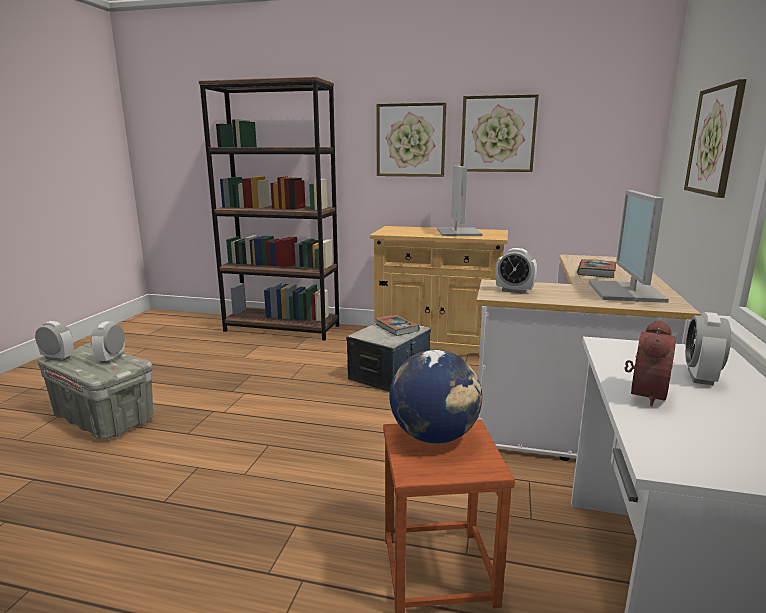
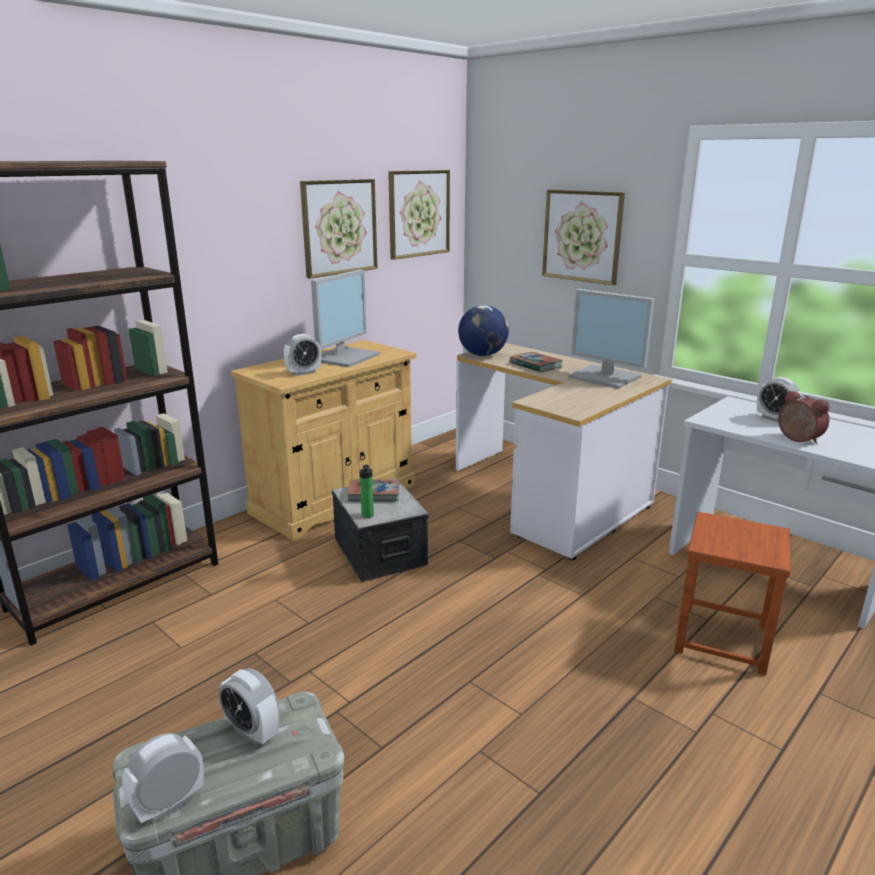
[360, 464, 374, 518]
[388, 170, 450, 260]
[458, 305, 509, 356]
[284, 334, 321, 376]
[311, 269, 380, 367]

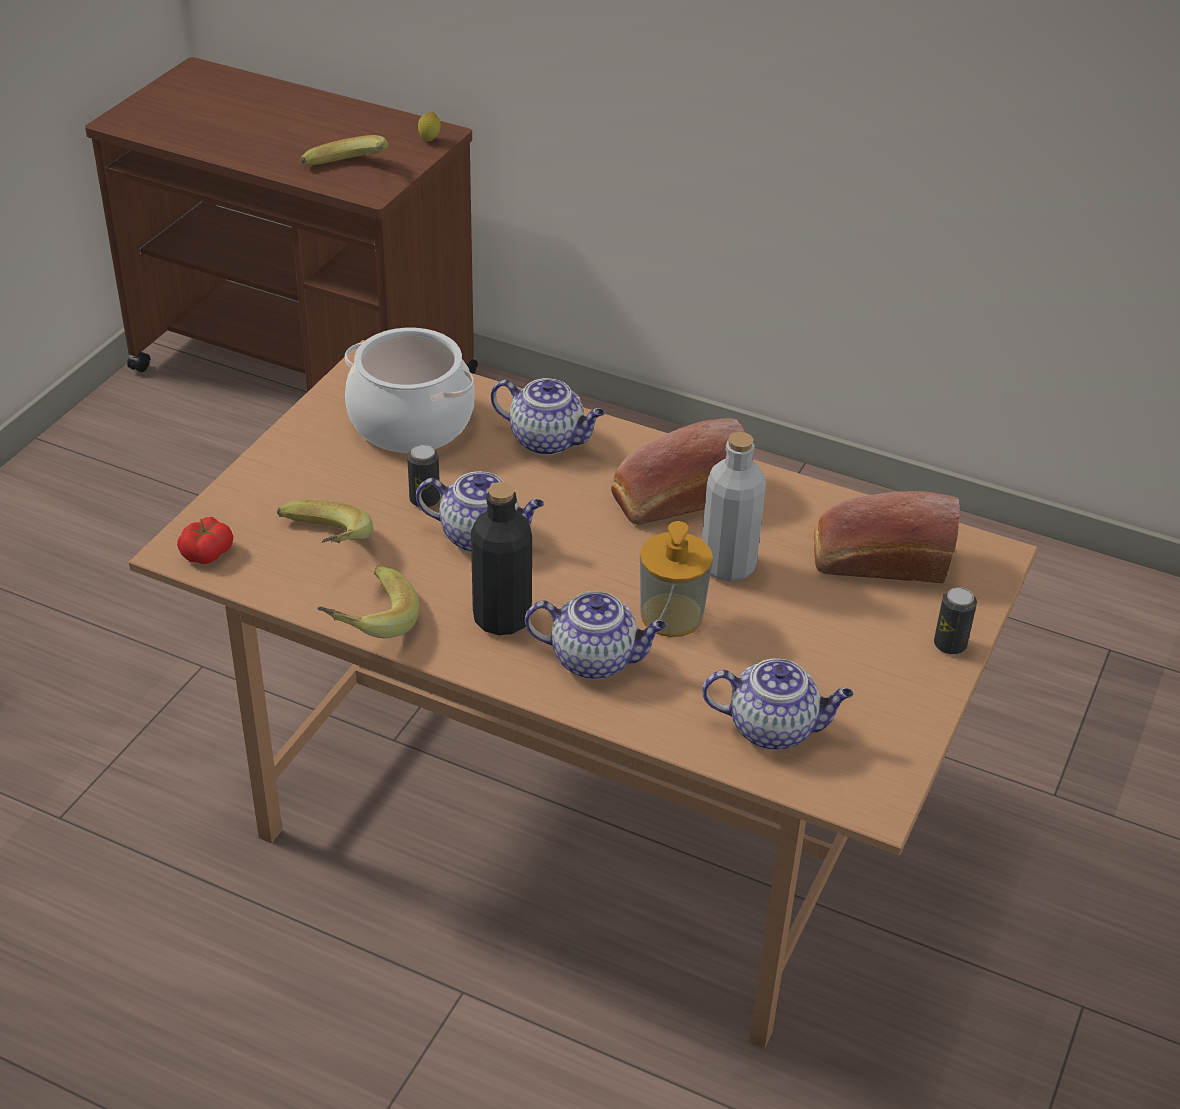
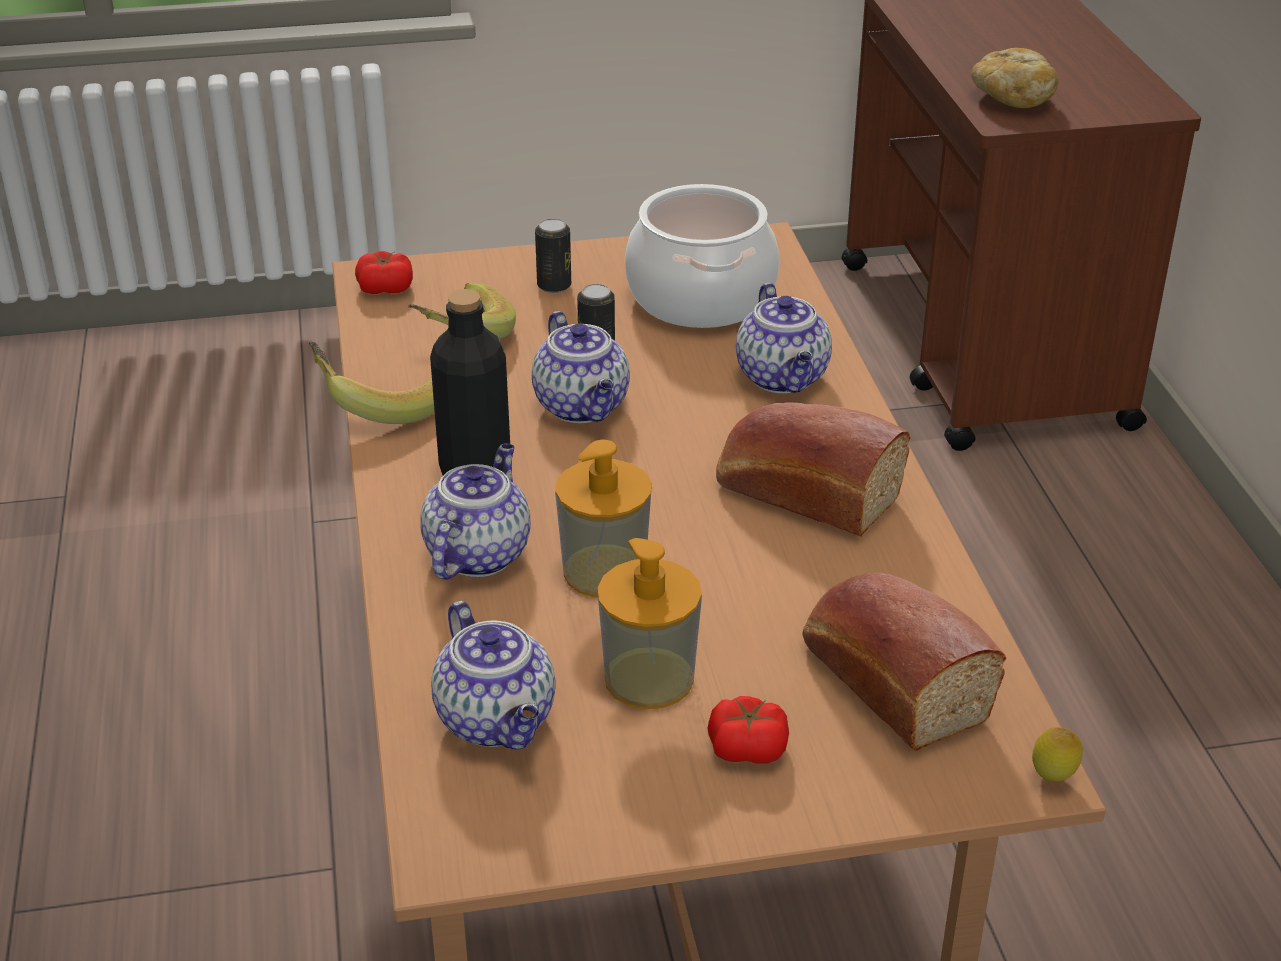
[702, 432, 766, 582] (first image)
[597, 538, 702, 709]
[707, 696, 789, 764]
[1032, 727, 1083, 782]
[535, 219, 571, 293]
[971, 48, 1059, 108]
[420, 443, 530, 579]

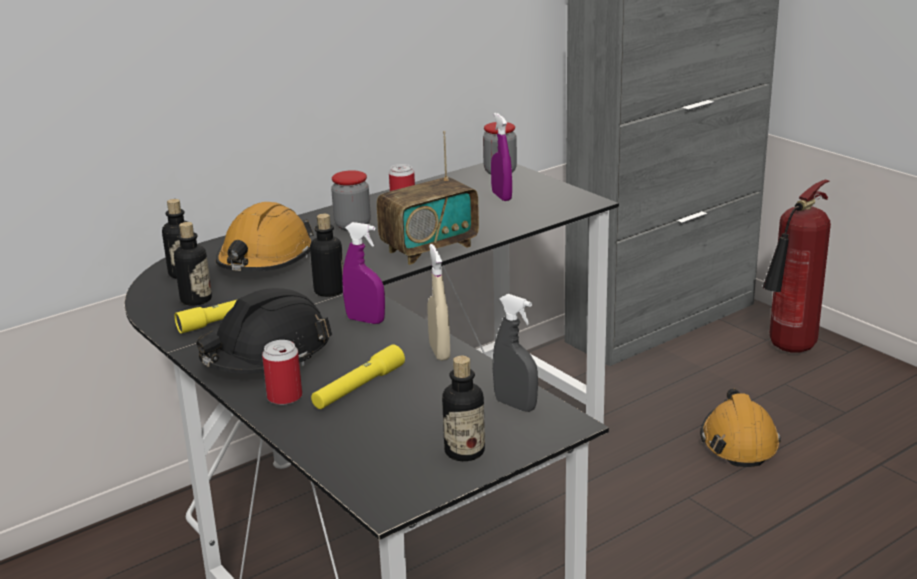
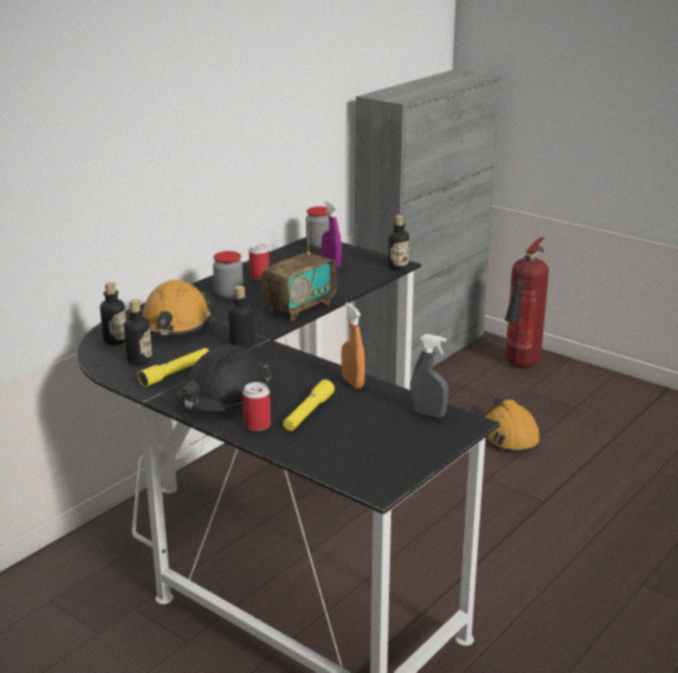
[342, 222, 385, 324] (first image)
[388, 215, 409, 270]
[341, 303, 365, 389]

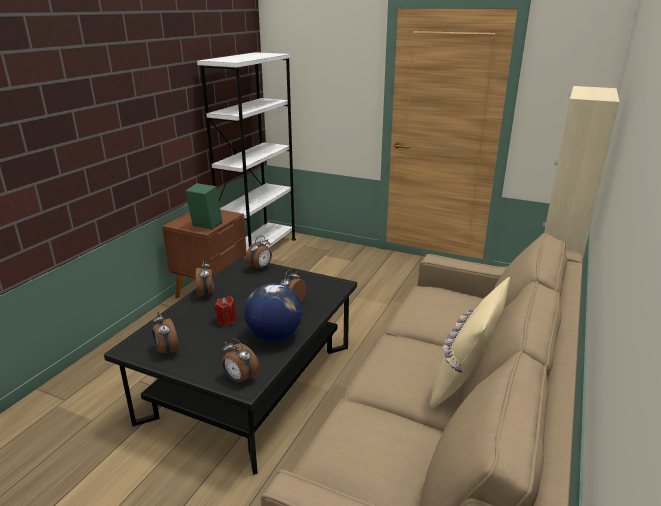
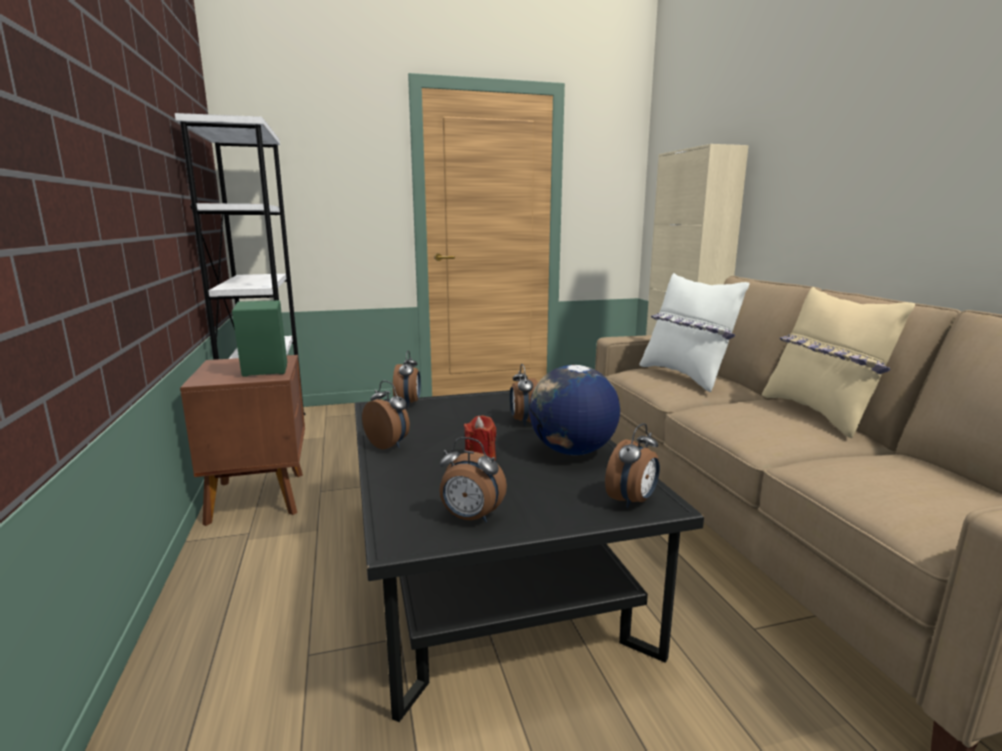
[639, 273, 750, 392]
[605, 423, 660, 508]

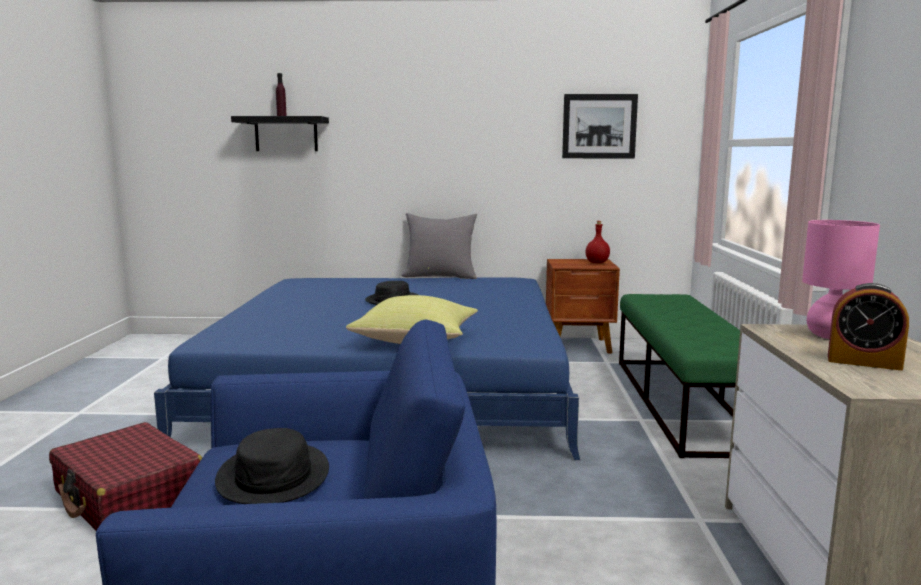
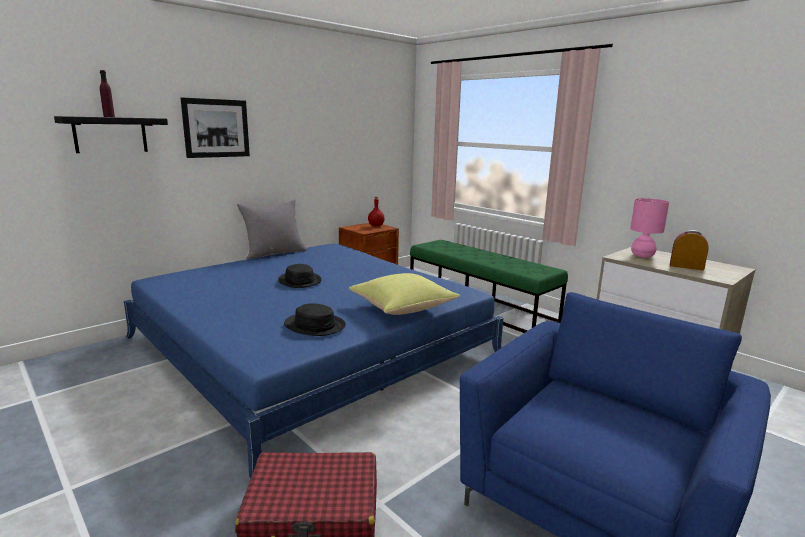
[284, 304, 346, 336]
[180, 97, 250, 158]
[670, 230, 709, 271]

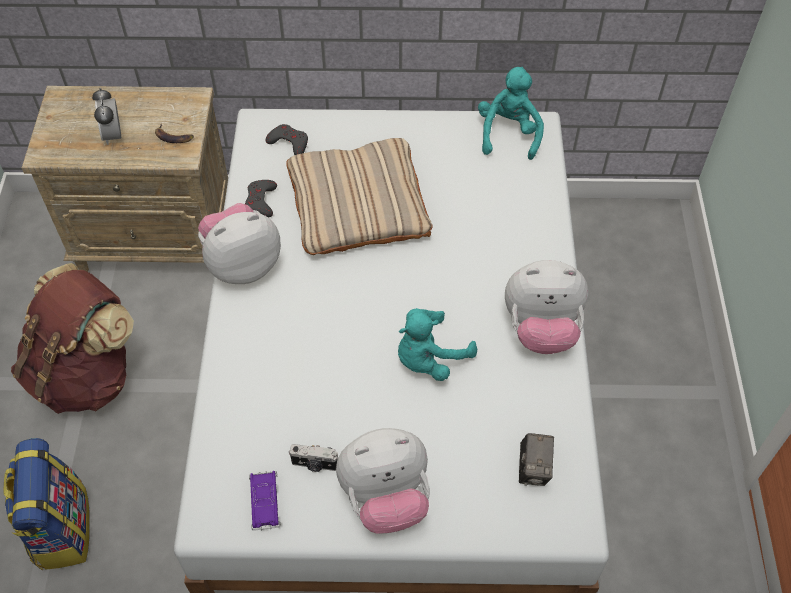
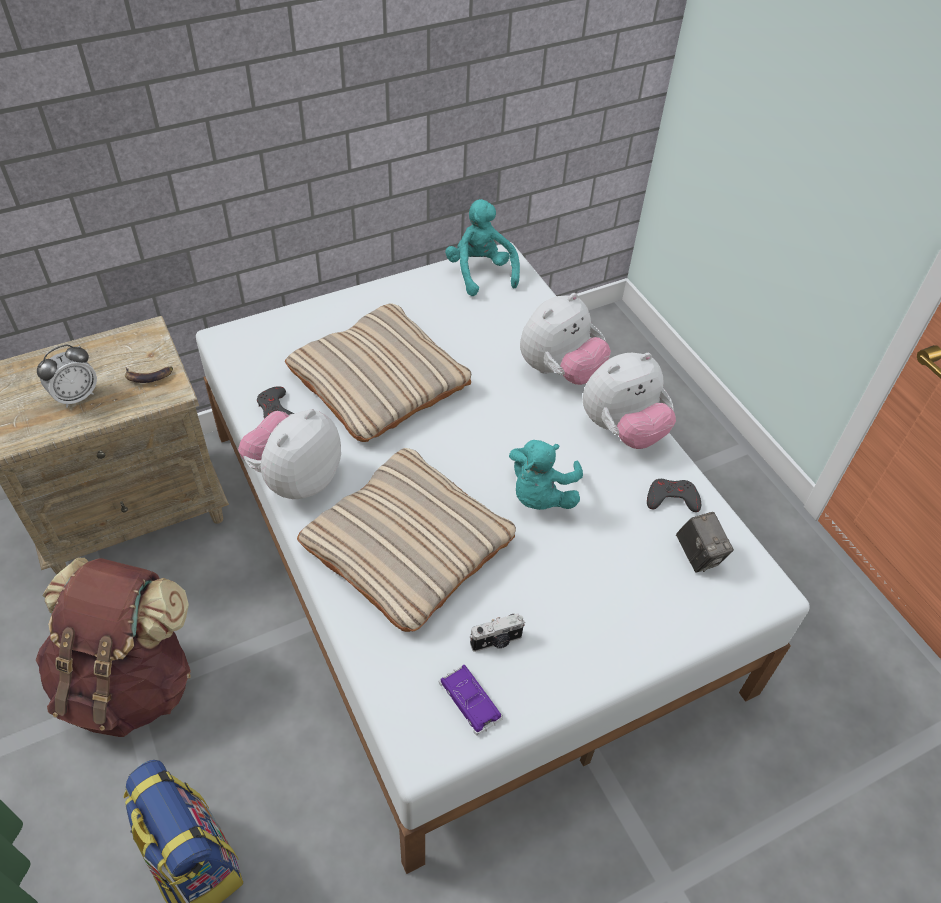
[297, 448, 516, 632]
[647, 479, 701, 512]
[520, 293, 611, 385]
[37, 344, 97, 408]

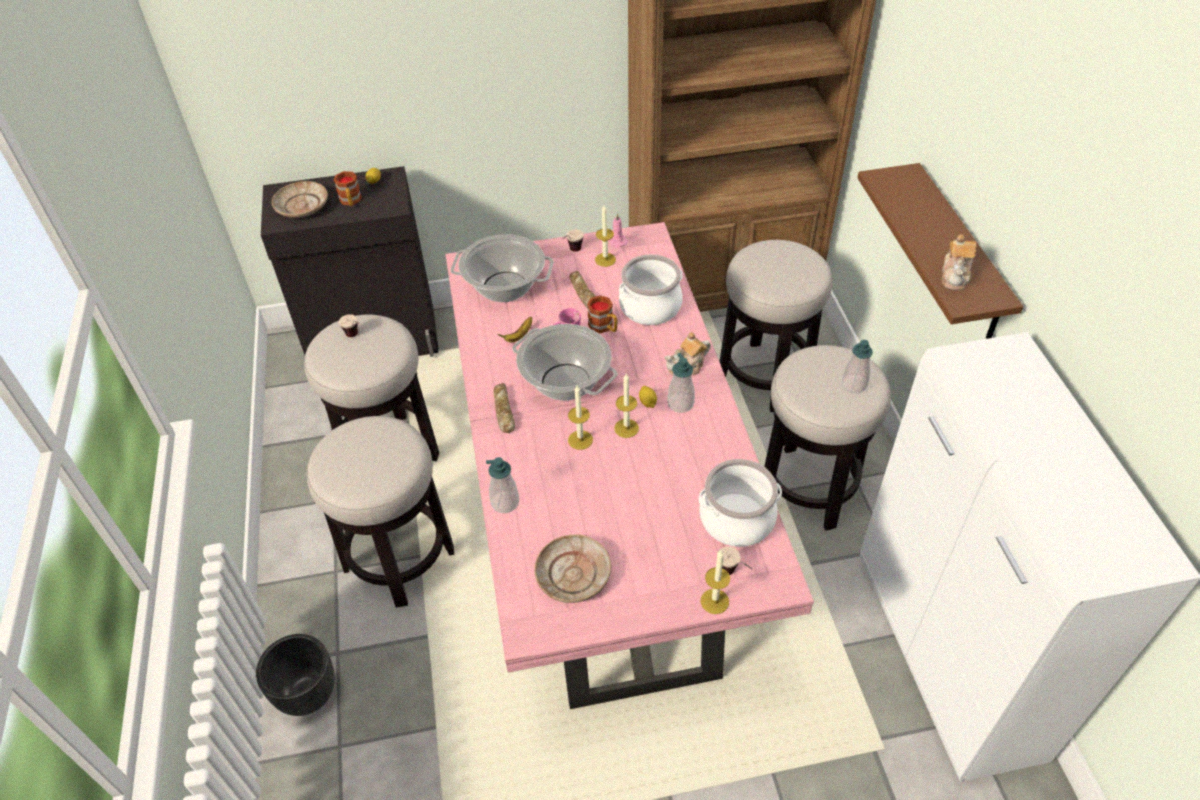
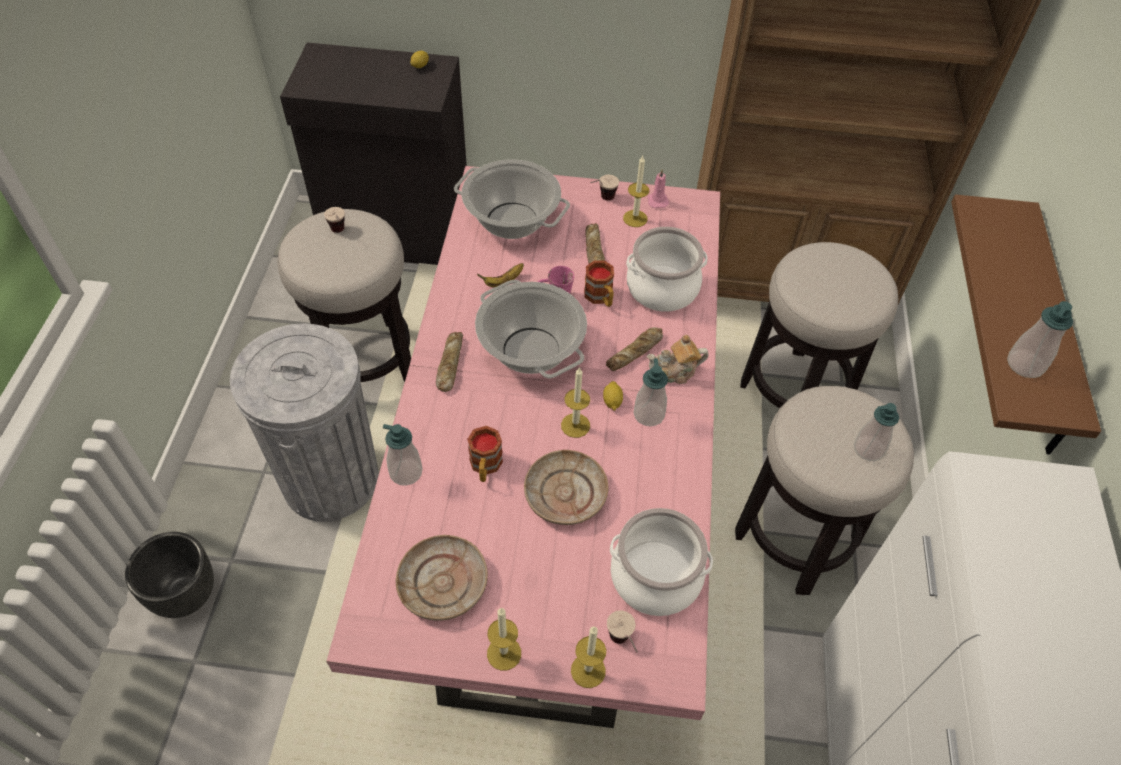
[606, 327, 663, 371]
[524, 450, 608, 525]
[467, 426, 503, 482]
[487, 608, 521, 671]
[230, 323, 379, 522]
[1007, 301, 1073, 378]

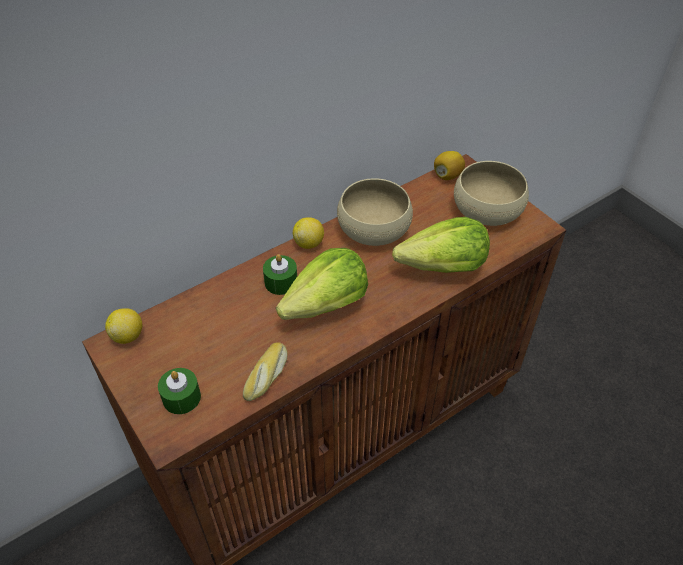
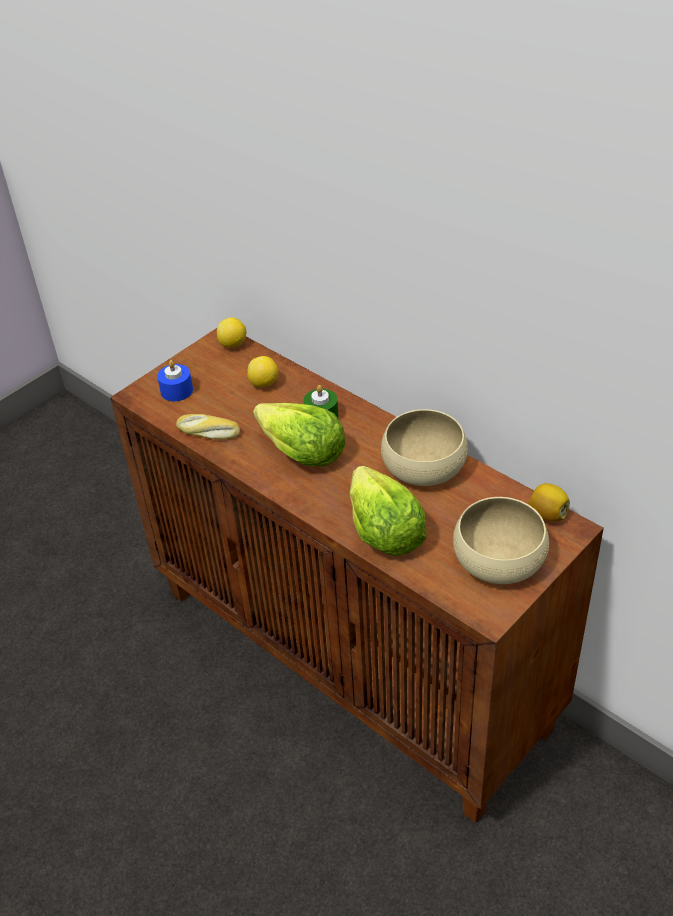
[247, 356, 279, 387]
[157, 360, 193, 401]

